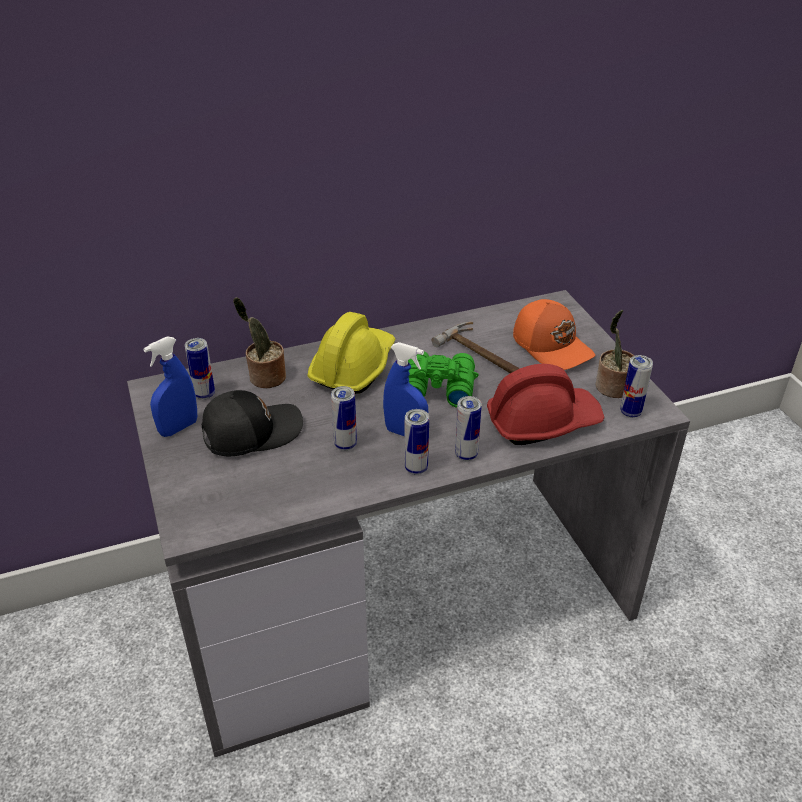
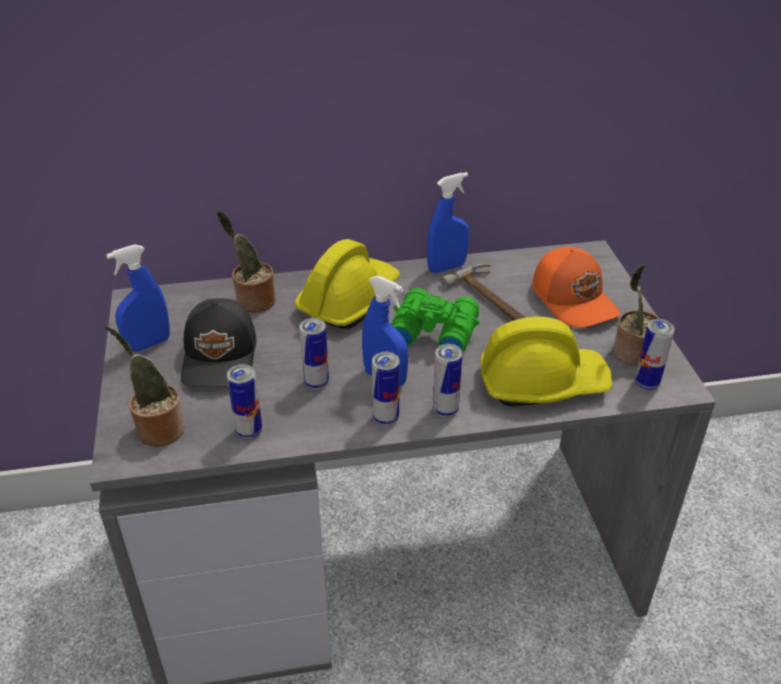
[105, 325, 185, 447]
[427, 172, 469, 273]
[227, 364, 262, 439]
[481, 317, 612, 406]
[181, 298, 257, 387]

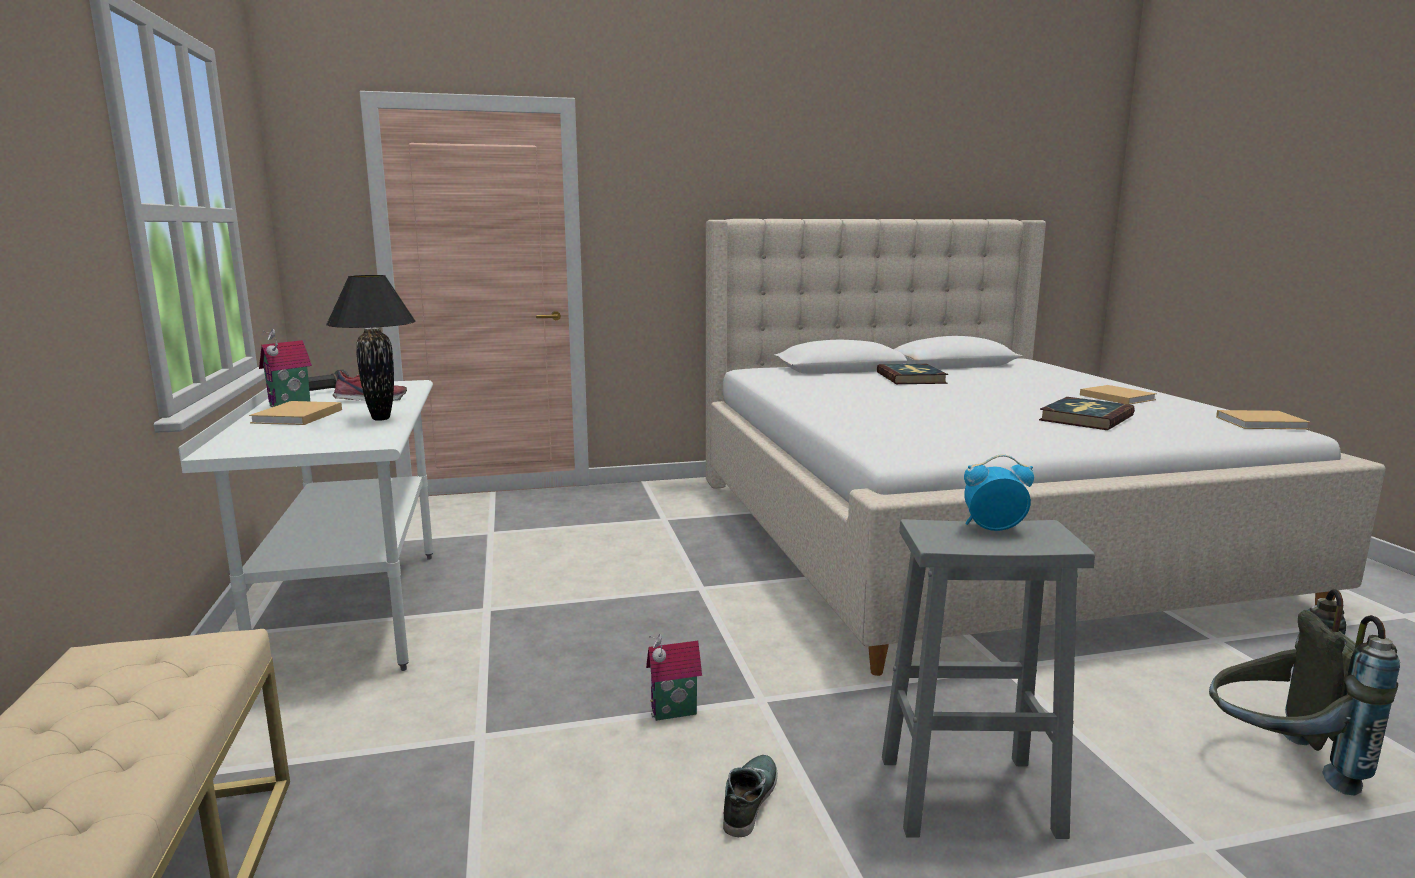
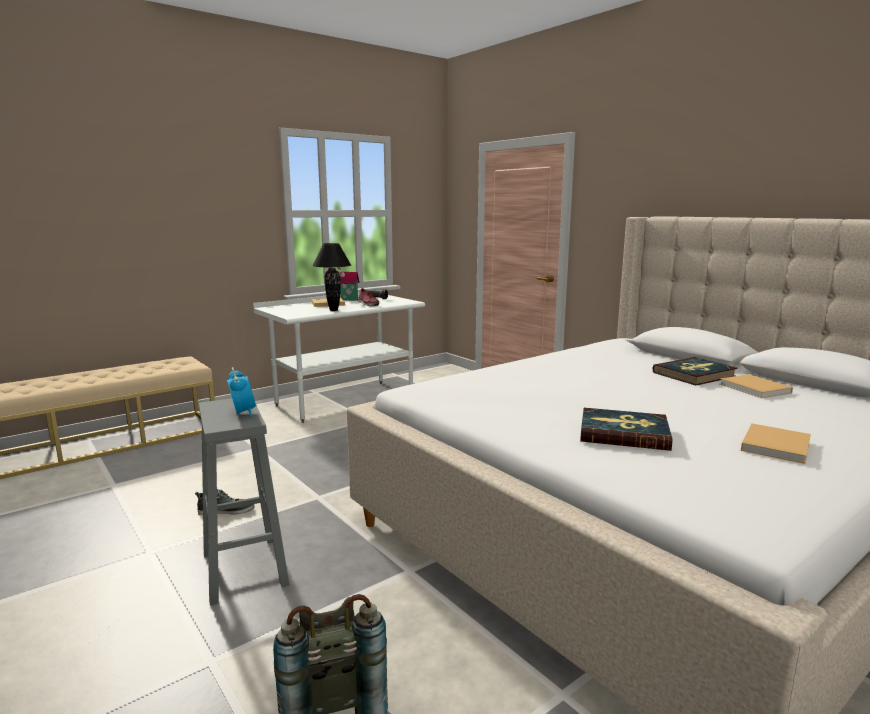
[646, 634, 702, 721] (first image)
[720, 374, 793, 398]

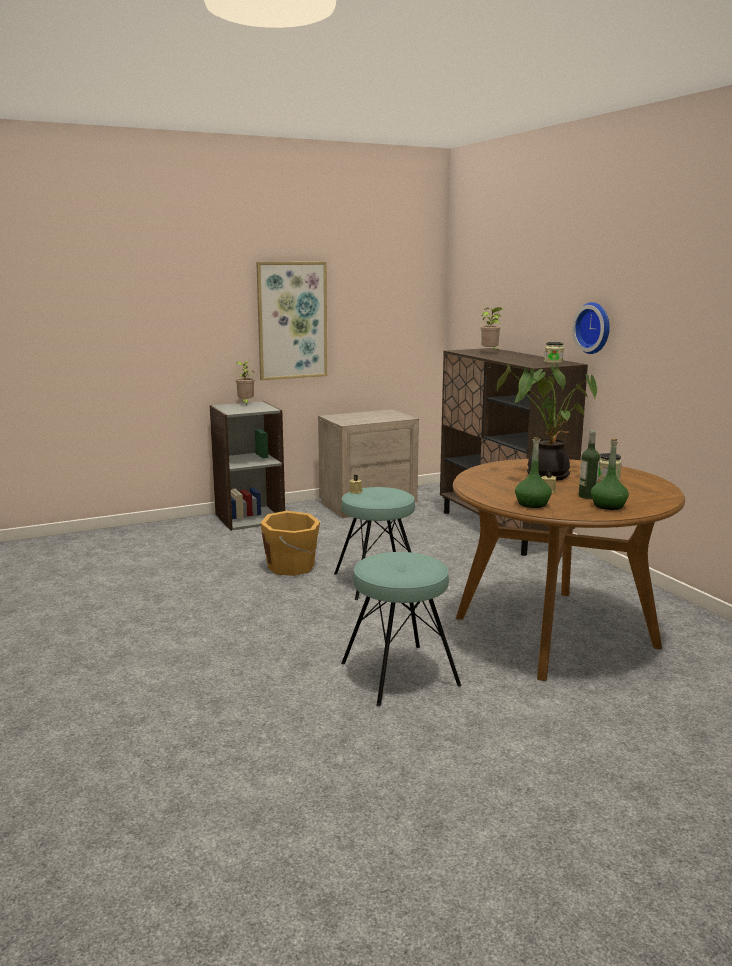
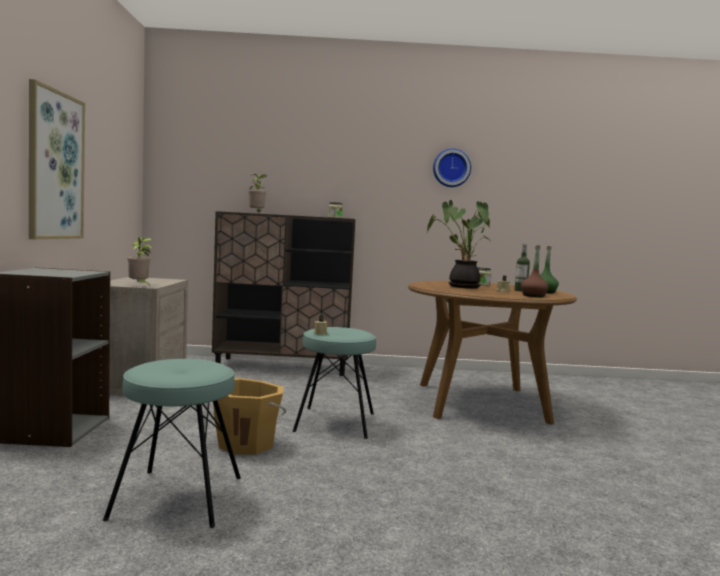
[128, 237, 152, 286]
[103, 359, 241, 528]
[433, 148, 471, 187]
[521, 245, 549, 297]

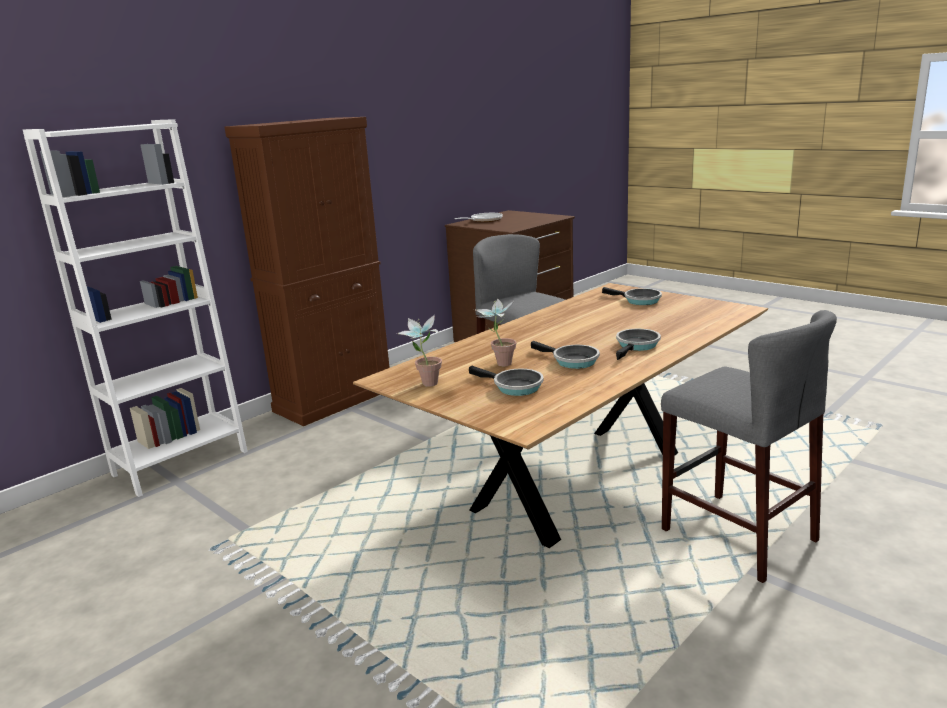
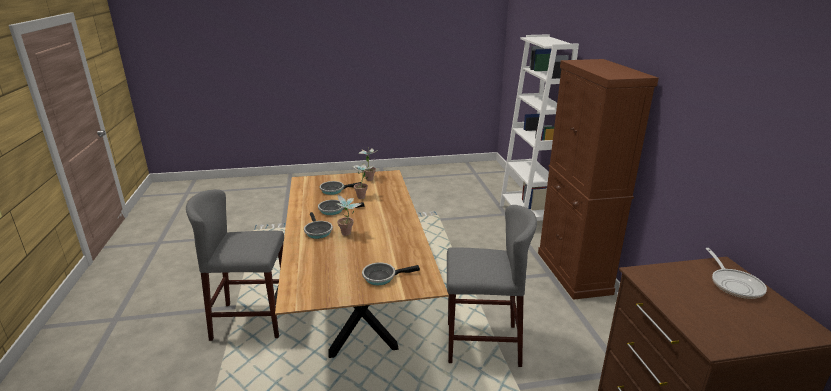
[336, 195, 361, 236]

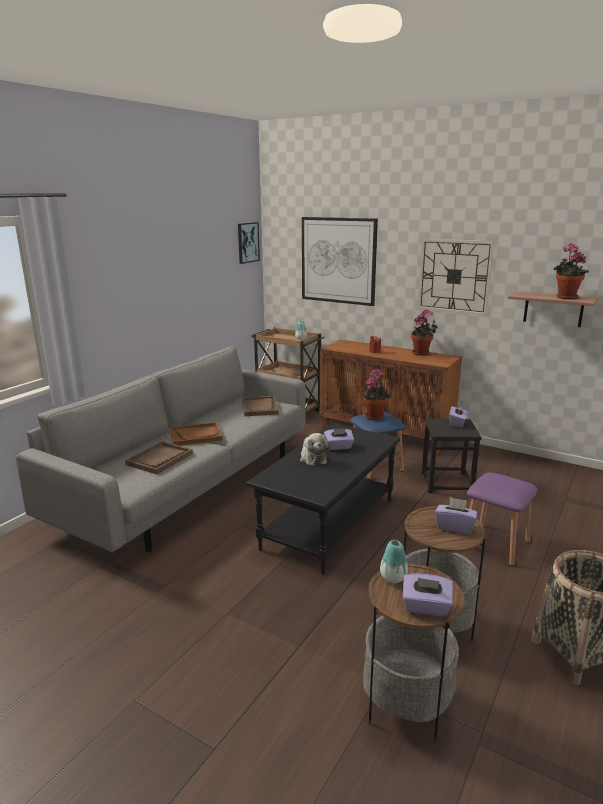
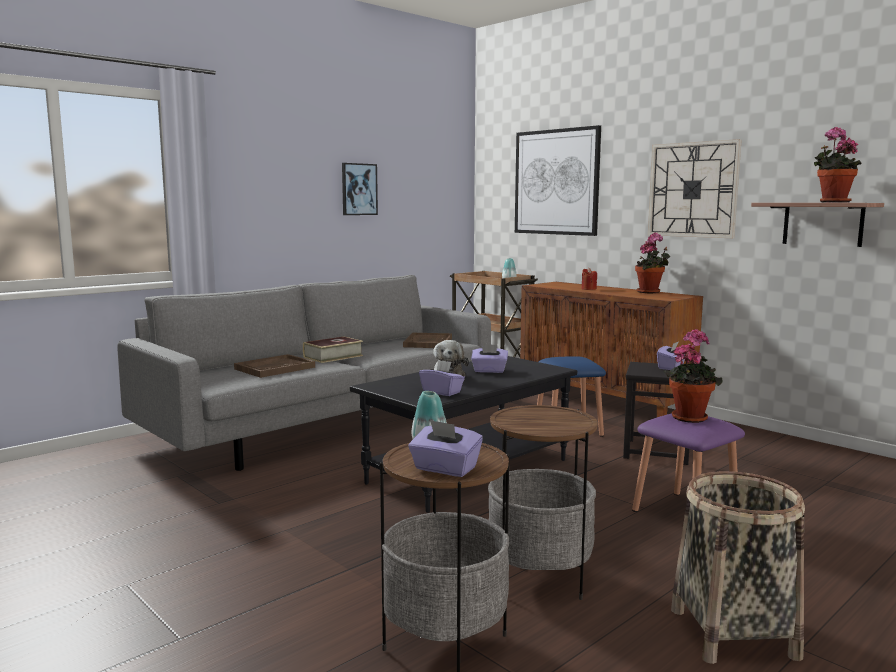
[342, 163, 378, 215]
[664, 329, 723, 423]
[419, 360, 465, 396]
[303, 336, 363, 363]

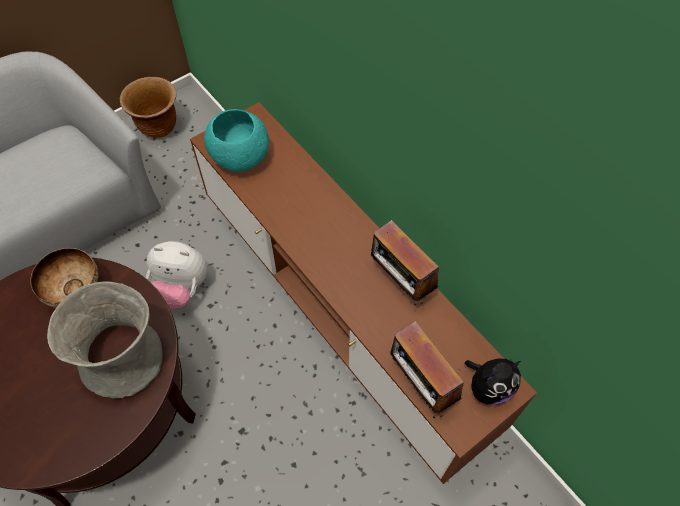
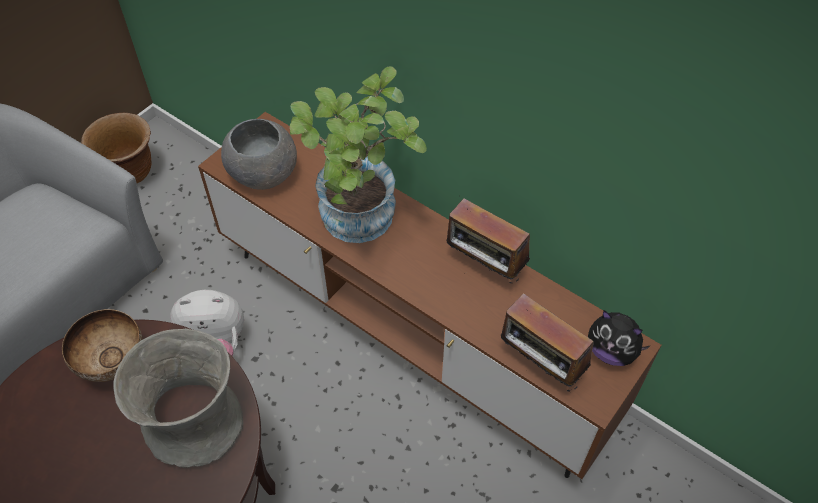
[290, 66, 427, 243]
[221, 119, 297, 190]
[588, 310, 651, 366]

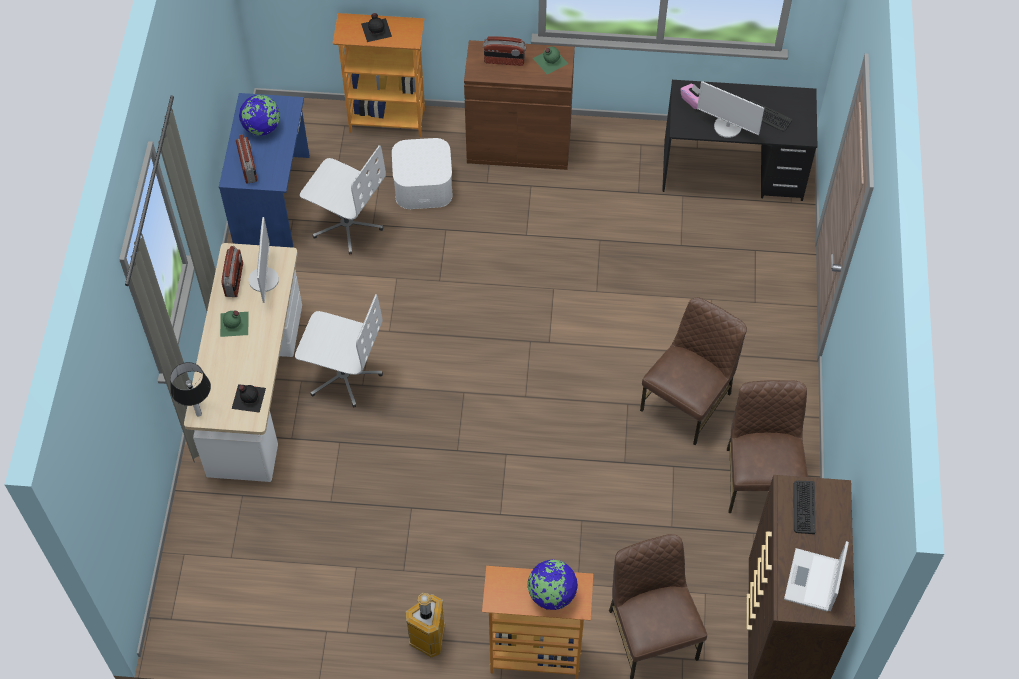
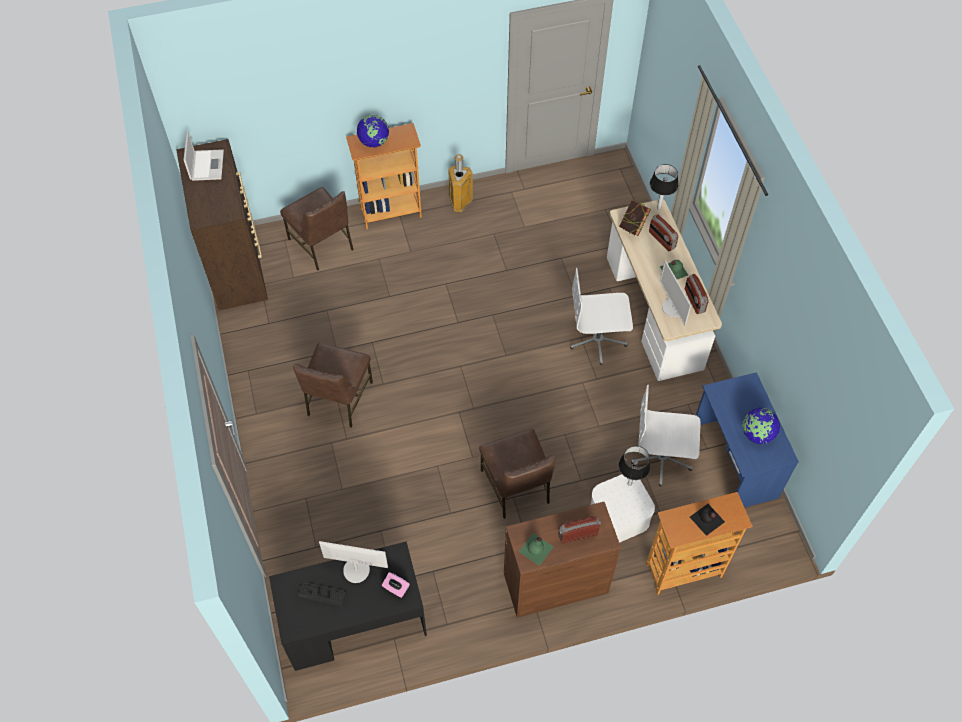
[793, 481, 816, 534] (first image)
[619, 446, 650, 486]
[649, 214, 678, 251]
[479, 428, 556, 519]
[619, 200, 651, 236]

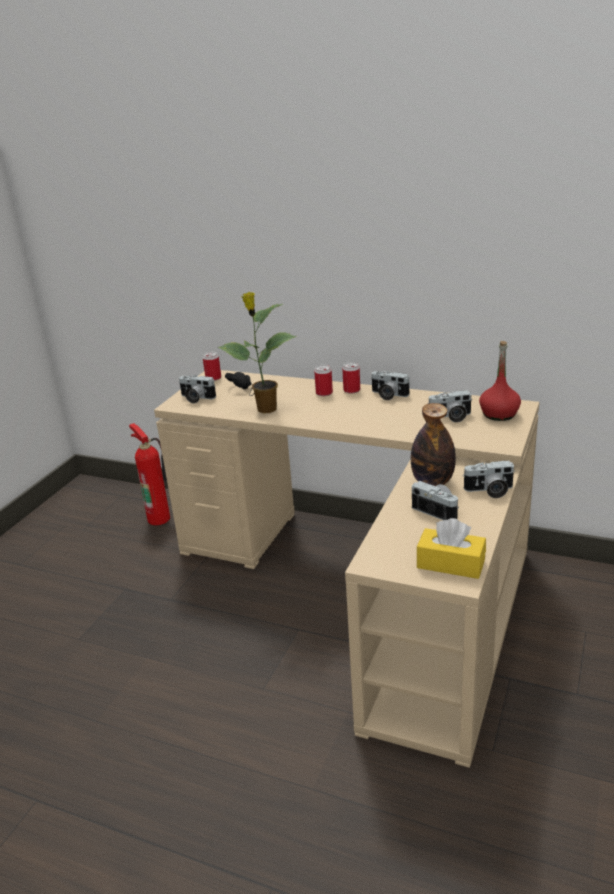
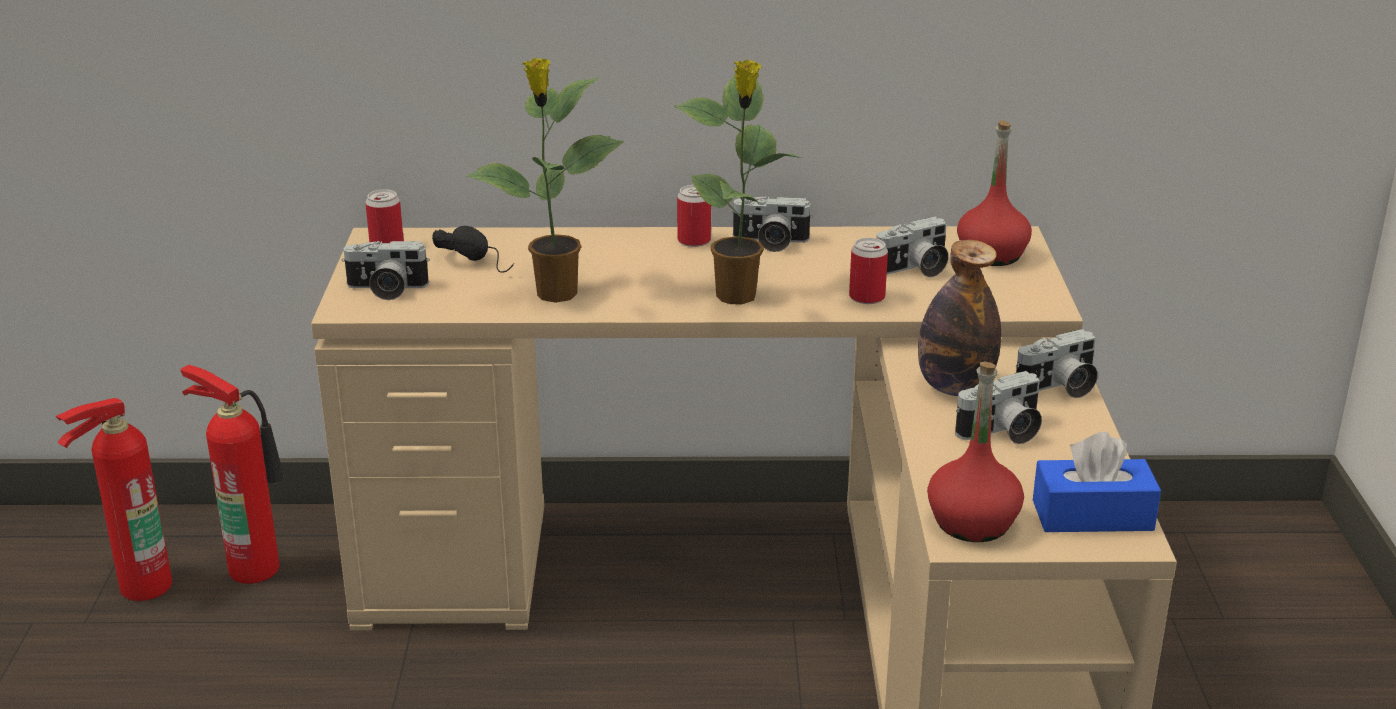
[56, 398, 172, 601]
[674, 59, 802, 305]
[927, 361, 1024, 542]
[849, 238, 888, 304]
[1033, 432, 1161, 532]
[955, 371, 1042, 444]

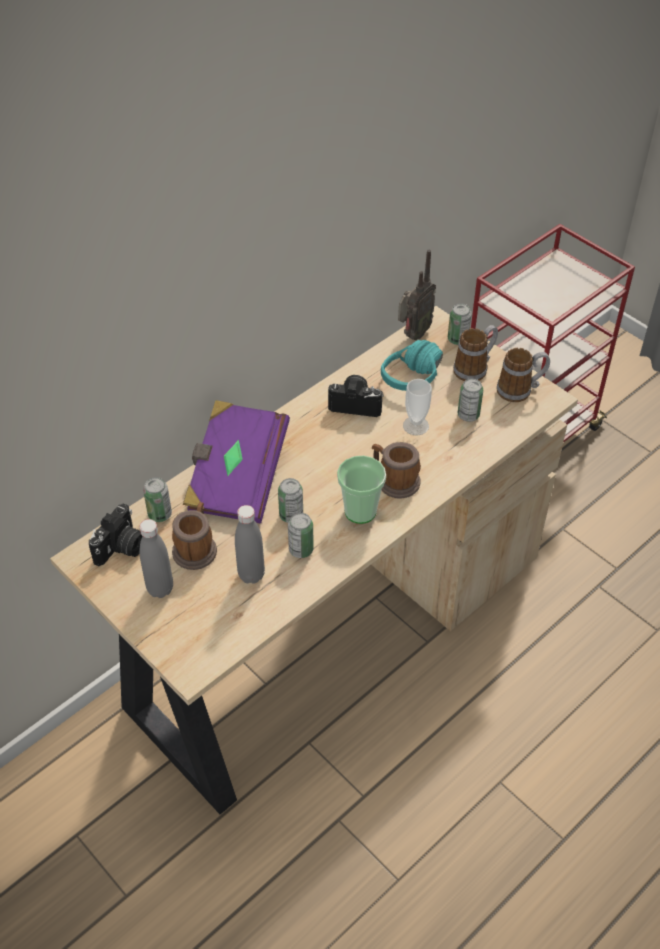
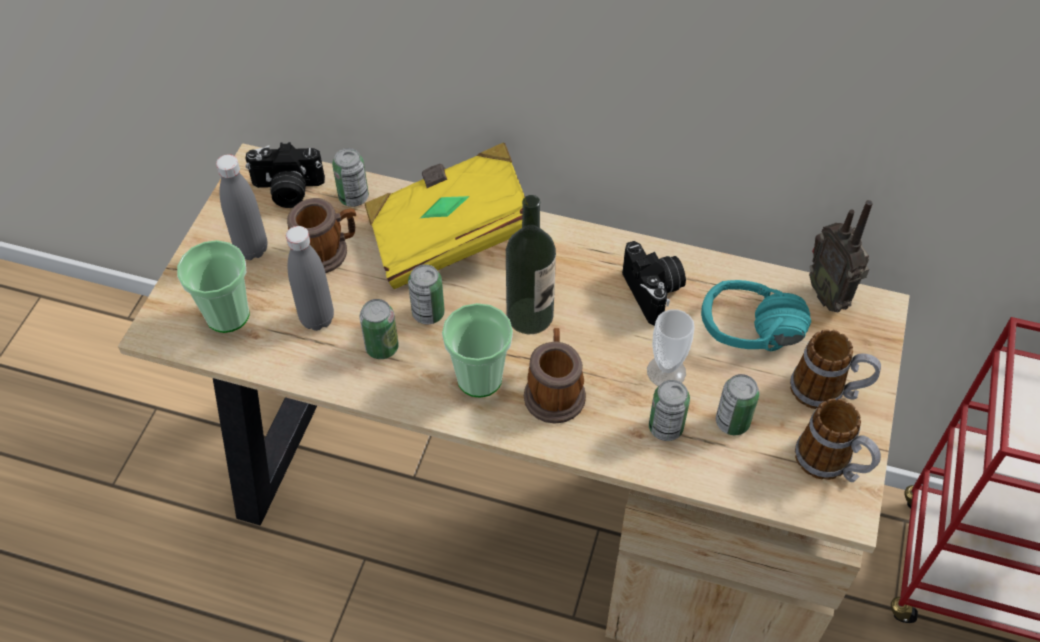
[177, 240, 250, 333]
[506, 195, 556, 334]
[649, 380, 690, 441]
[365, 142, 525, 289]
[809, 200, 873, 312]

